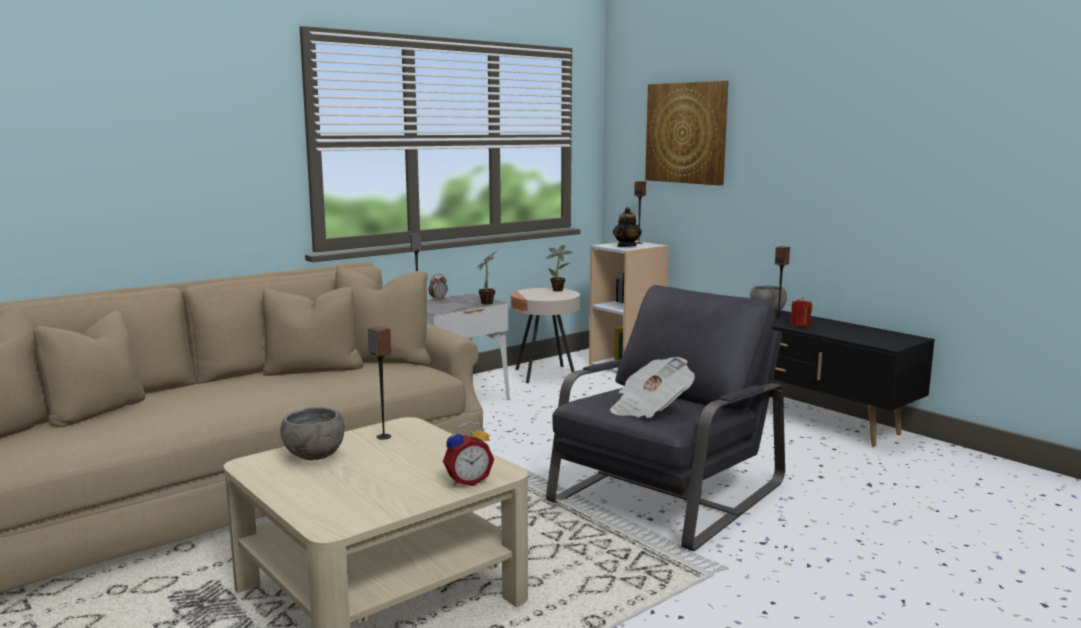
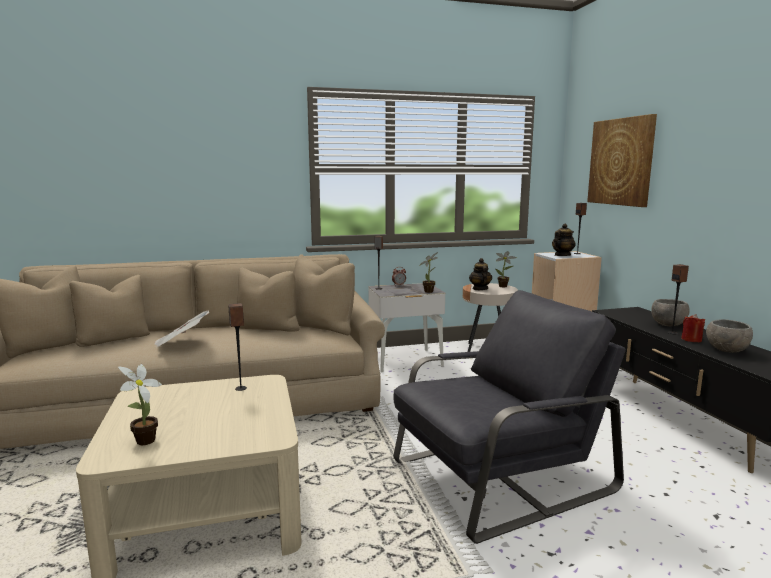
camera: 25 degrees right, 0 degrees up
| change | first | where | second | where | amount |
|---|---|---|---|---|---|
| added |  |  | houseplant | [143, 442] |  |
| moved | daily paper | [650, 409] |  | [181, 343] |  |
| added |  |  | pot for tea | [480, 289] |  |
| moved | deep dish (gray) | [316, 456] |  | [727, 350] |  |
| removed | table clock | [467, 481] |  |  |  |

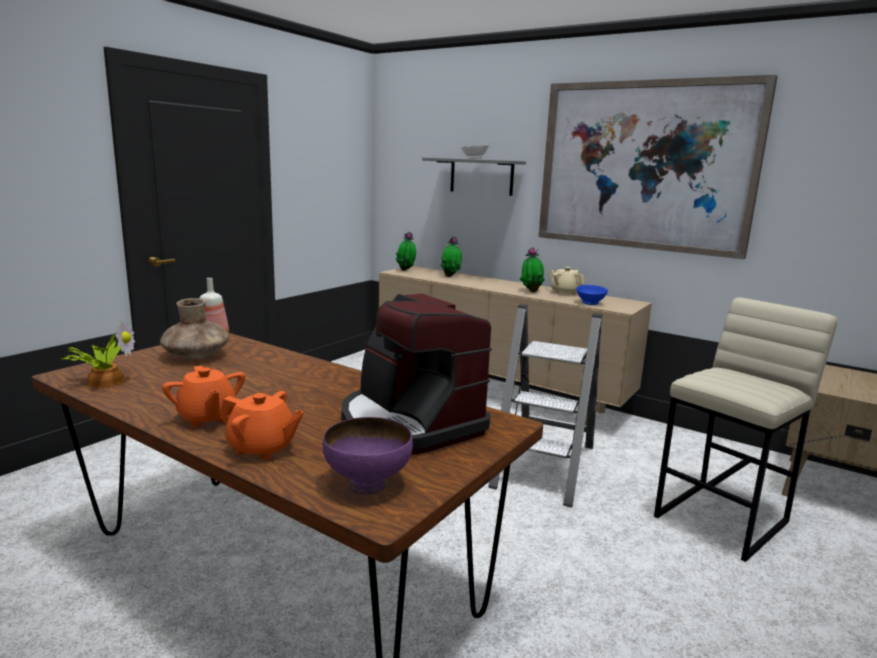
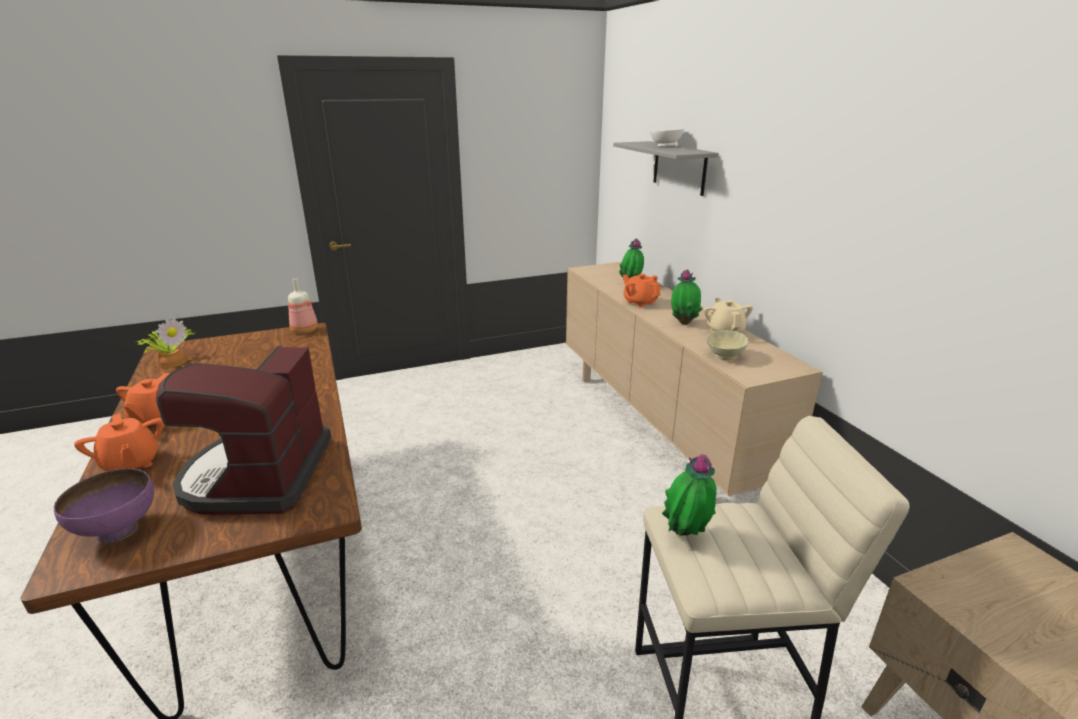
camera: 35 degrees right, 10 degrees up
| change | first | where | second | where | amount |
|---|---|---|---|---|---|
| added |  |  | pot for tea (orange-coloured) | [640, 302] |  |
| moved | houseplant | [406, 270] |  | [686, 536] |  |
| recoloured | deep dish (blue-coloured) | [589, 303] | deep dish (beige) | [724, 356] |  |
| removed | vase (brownish) | [196, 356] |  |  |  |
| removed | stepladder (gray) | [545, 465] |  |  |  |
| removed | picture | [645, 166] |  |  |  |

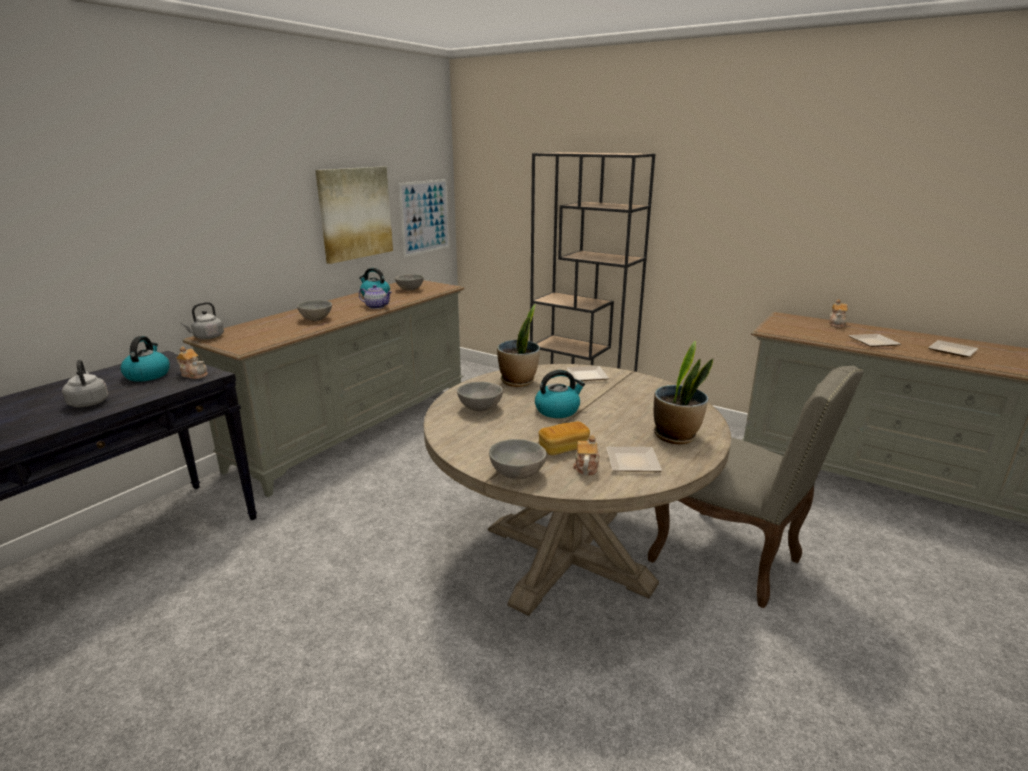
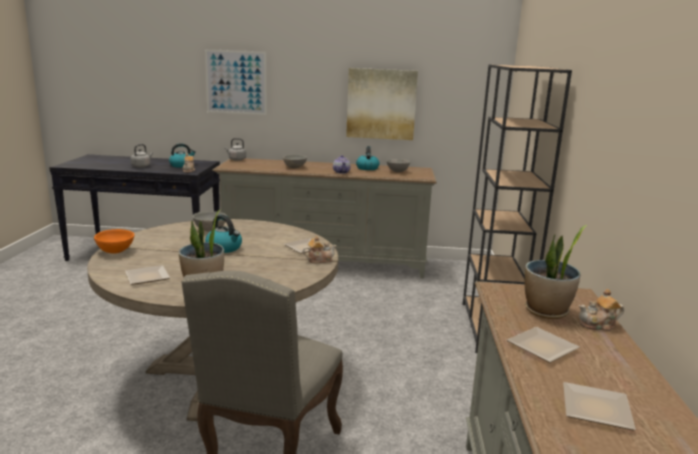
camera: 60 degrees right, 5 degrees down
| change | first | where | second | where | amount |
|---|---|---|---|---|---|
| recoloured | deep dish (gray) | [517, 473] | deep dish (orange-coloured) | [116, 251] |  |
| moved | picture | [425, 217] |  | [236, 82] |  |
| moved | pot for tea | [586, 467] |  | [319, 260] |  |
| moved | houseplant | [518, 381] |  | [546, 311] |  |
| removed | baked bread | [563, 448] |  |  |  |

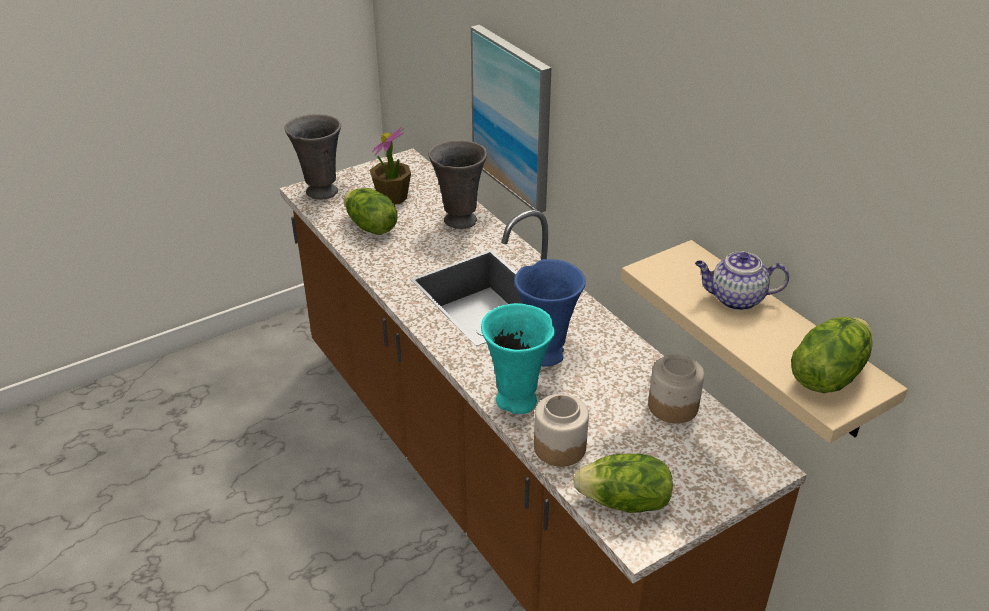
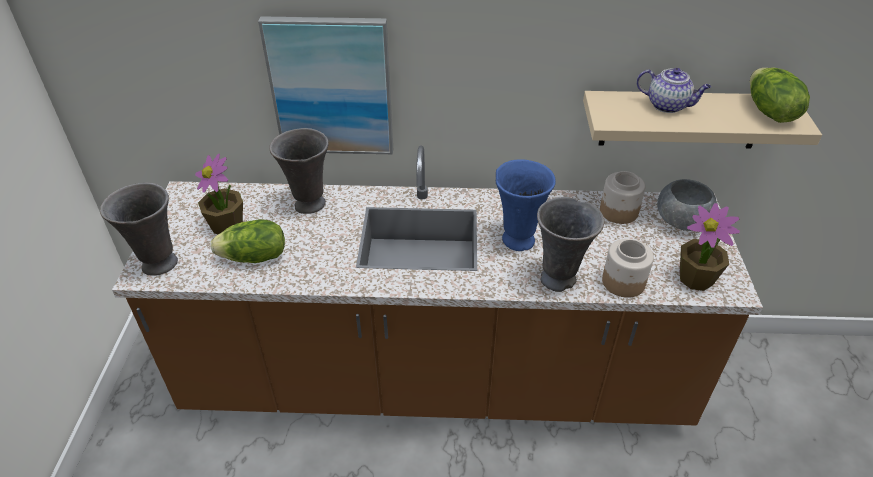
camera: 55 degrees left, 5 degrees up
| change | first | where | second | where | amount |
|---|---|---|---|---|---|
| recoloured | vase (turquoise) | [517, 402] | vase (gray) | [559, 280] |  |
| turned | pot for tea | [735, 299] |  | [668, 105] | 105 degrees counterclockwise |
| added |  |  | deep dish (gray) | [681, 221] |  |
| replaced | head of lettuce | [624, 502] | houseplant | [696, 278] |  |

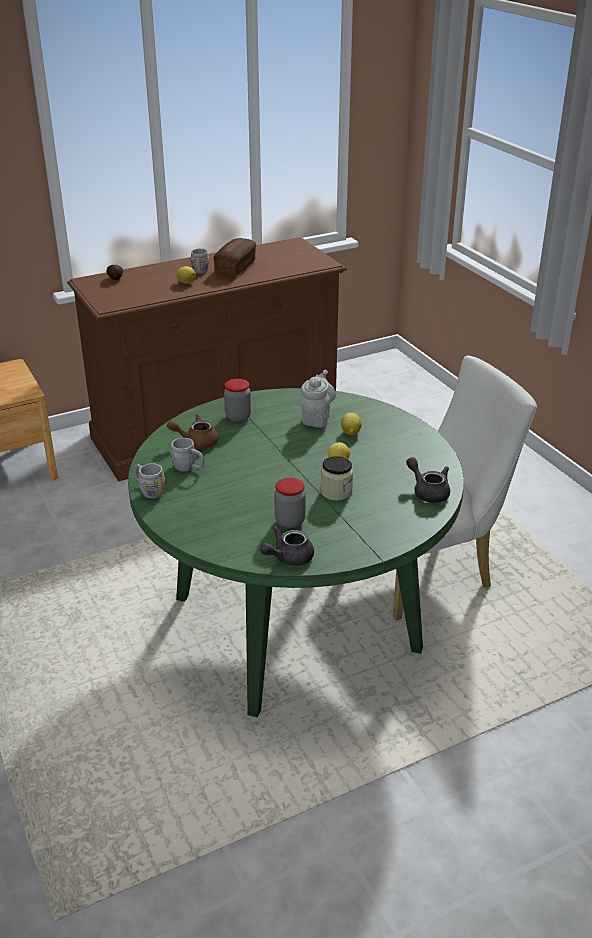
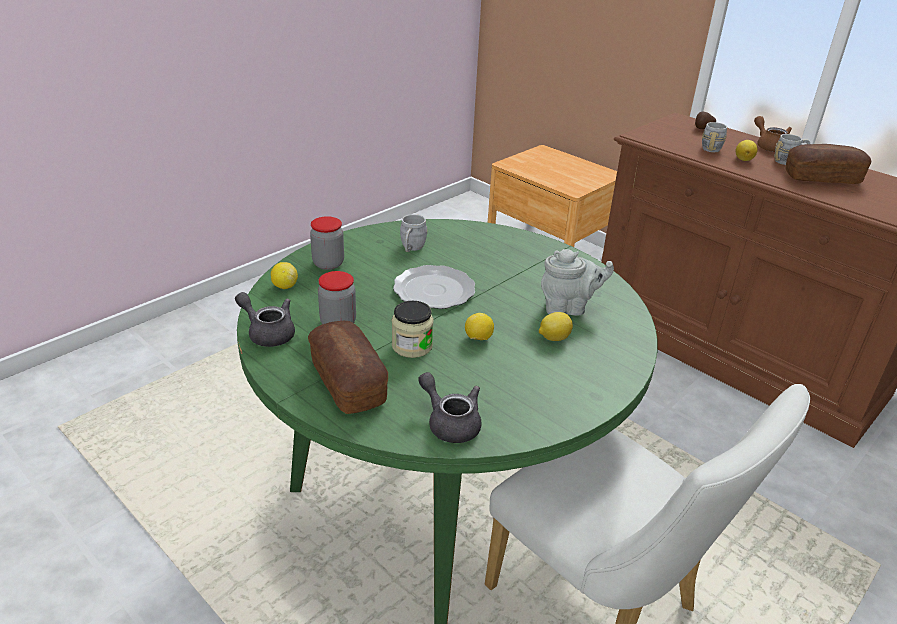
camera: 70 degrees right, 0 degrees up
| change | first | where | second | where | amount |
|---|---|---|---|---|---|
| added |  |  | lemon | [284, 286] |  |
| added |  |  | baked bread | [348, 382] |  |
| moved | preserve jar | [238, 416] |  | [328, 264] |  |
| added |  |  | dinner plate | [433, 291] |  |
| turned | pot for tea (gray) | [428, 491] |  | [450, 423] | 75 degrees counterclockwise |
| moved | mug (gray) | [149, 490] |  | [711, 147] |  |
| moved | pot for tea (brownish) | [196, 442] |  | [769, 146] |  |

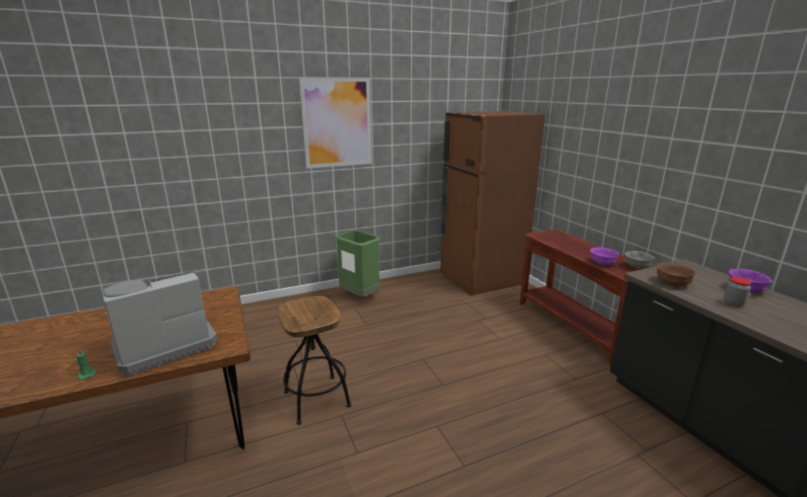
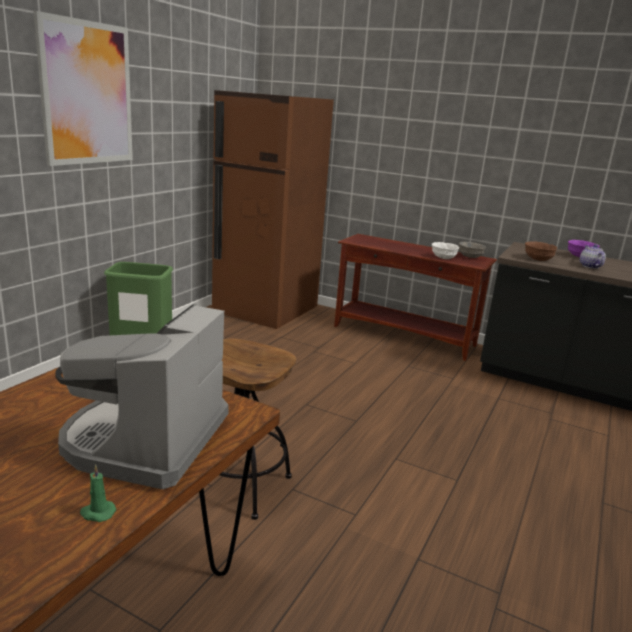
camera: 40 degrees left, 0 degrees up
| change | first | where | second | where | amount |
|---|---|---|---|---|---|
| recoloured | deep dish (purplish) | [602, 263] | deep dish (whitish) | [443, 257] |  |
| replaced | preserve jar | [733, 303] | pot for tea | [590, 266] |  |

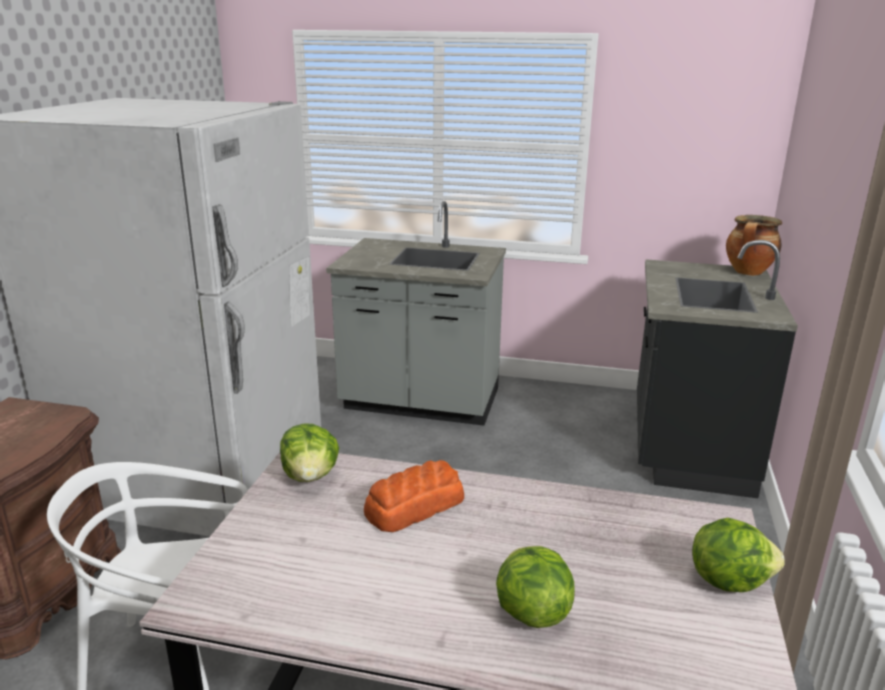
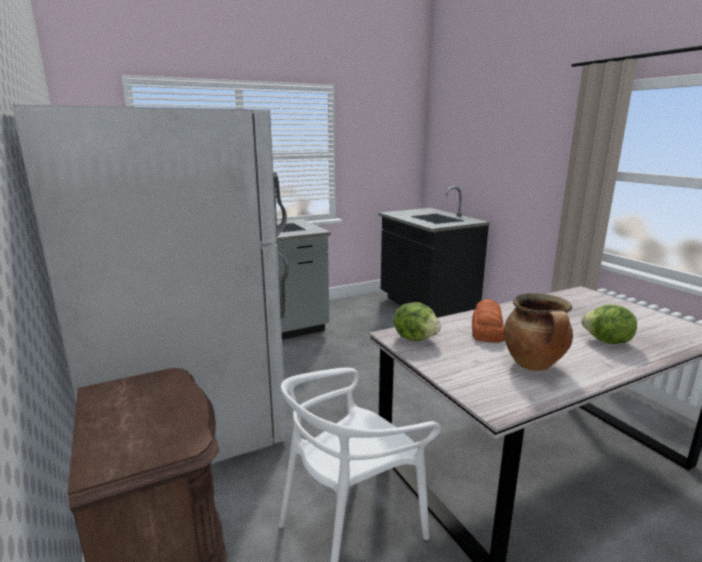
camera: 40 degrees left, 5 degrees down
| change | first | where | second | where | amount |
|---|---|---|---|---|---|
| moved | stockpot | [748, 272] |  | [534, 365] |  |
| removed | head of lettuce | [728, 580] |  |  |  |

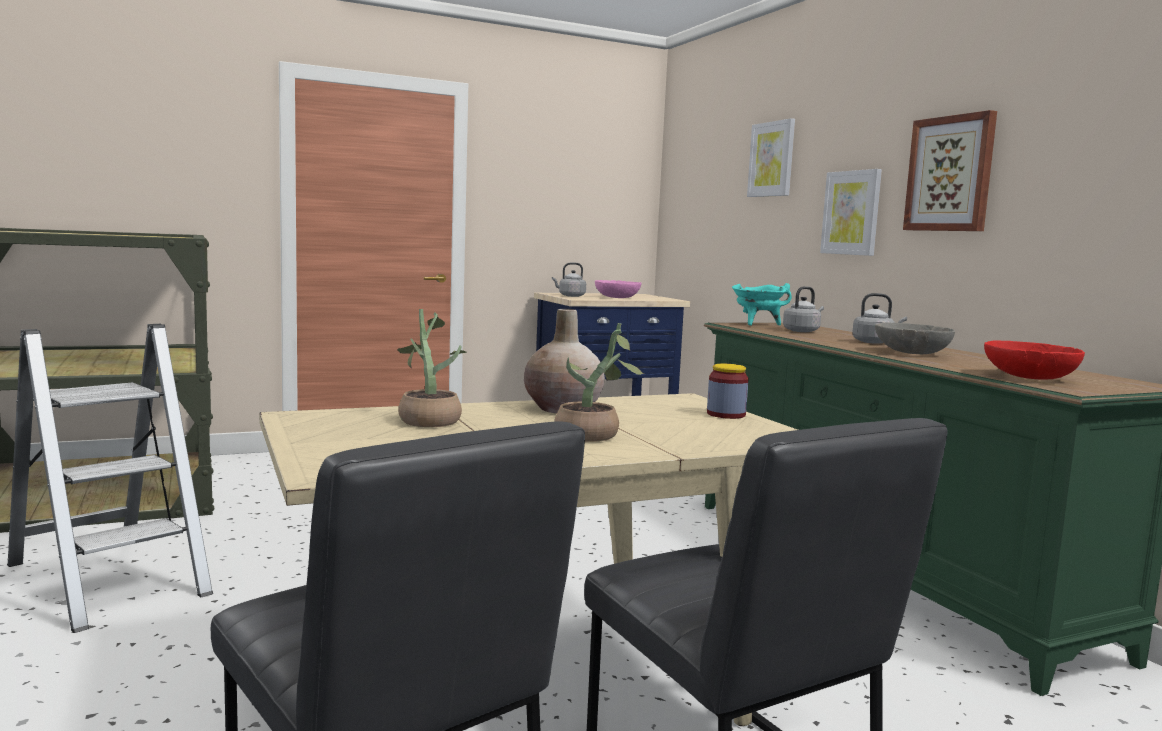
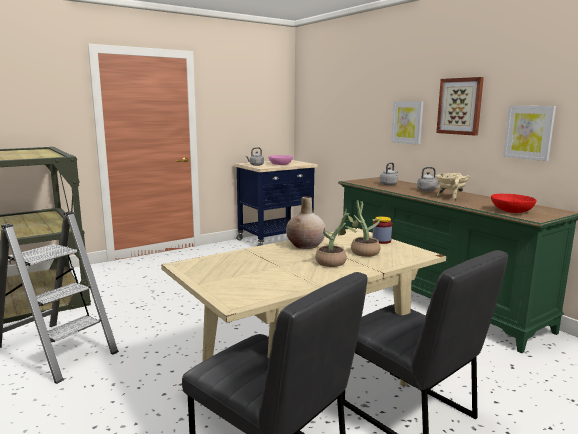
camera: 10 degrees left, 5 degrees up
| change | first | where | second | where | amount |
|---|---|---|---|---|---|
| moved | houseplant | [427, 419] |  | [362, 251] |  |
| replaced | deep dish (gray) | [912, 353] | stockpot (beige) | [450, 197] |  |
| moved | picture | [772, 159] |  | [529, 132] |  |
| removed | stockpot (turquoise) | [757, 324] |  |  |  |

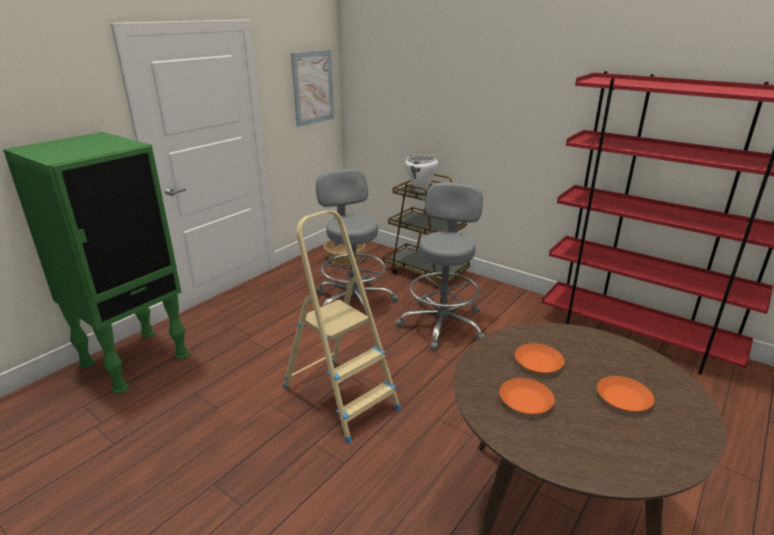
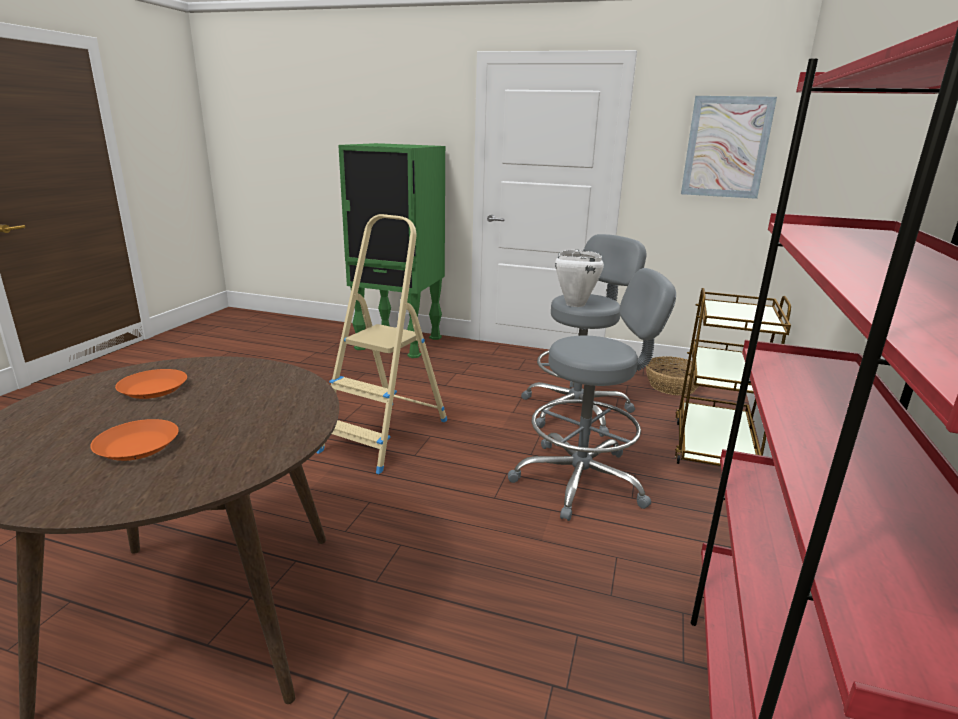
camera: 70 degrees right, 5 degrees down
| change | first | where | second | where | amount |
|---|---|---|---|---|---|
| moved | stockpot (whitish) | [421, 190] |  | [575, 304] |  |
| removed | dinner plate (orange-coloured) | [538, 363] |  |  |  |

